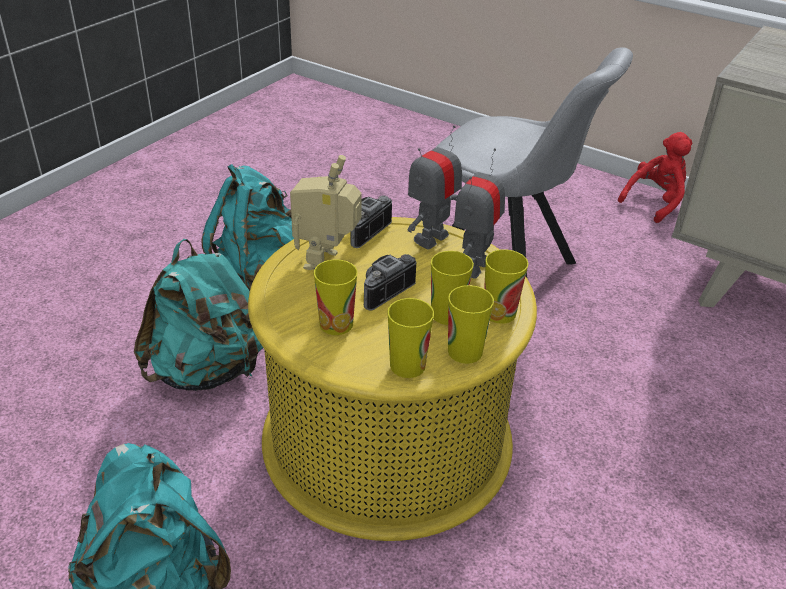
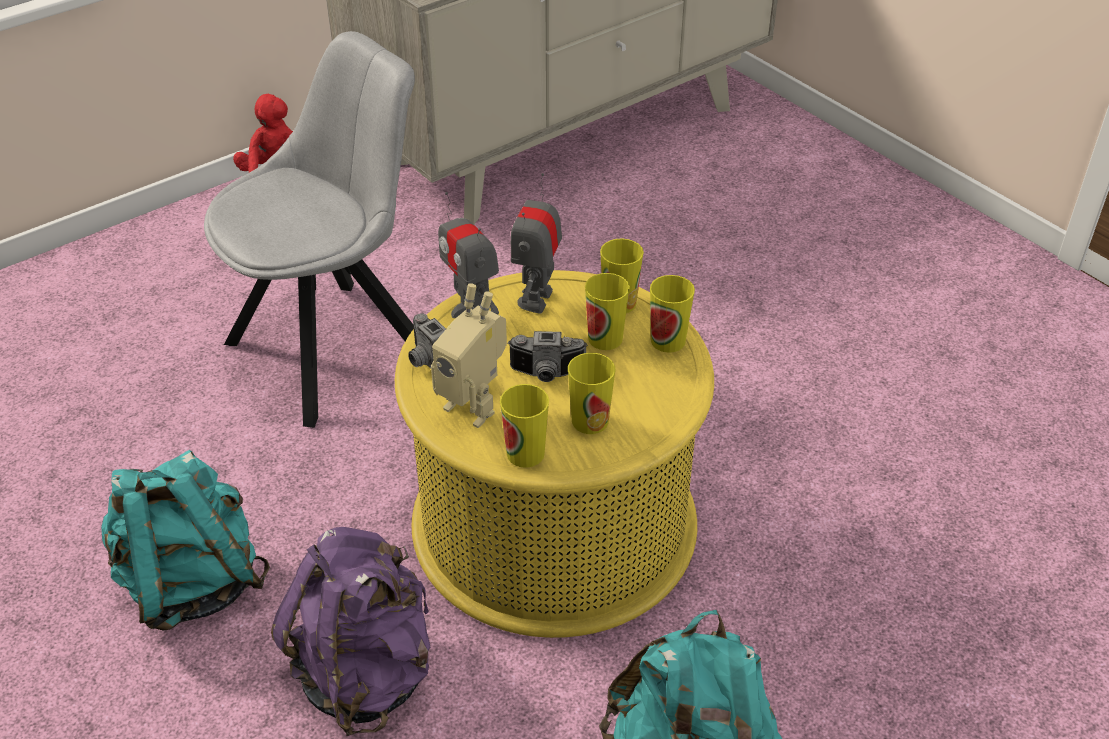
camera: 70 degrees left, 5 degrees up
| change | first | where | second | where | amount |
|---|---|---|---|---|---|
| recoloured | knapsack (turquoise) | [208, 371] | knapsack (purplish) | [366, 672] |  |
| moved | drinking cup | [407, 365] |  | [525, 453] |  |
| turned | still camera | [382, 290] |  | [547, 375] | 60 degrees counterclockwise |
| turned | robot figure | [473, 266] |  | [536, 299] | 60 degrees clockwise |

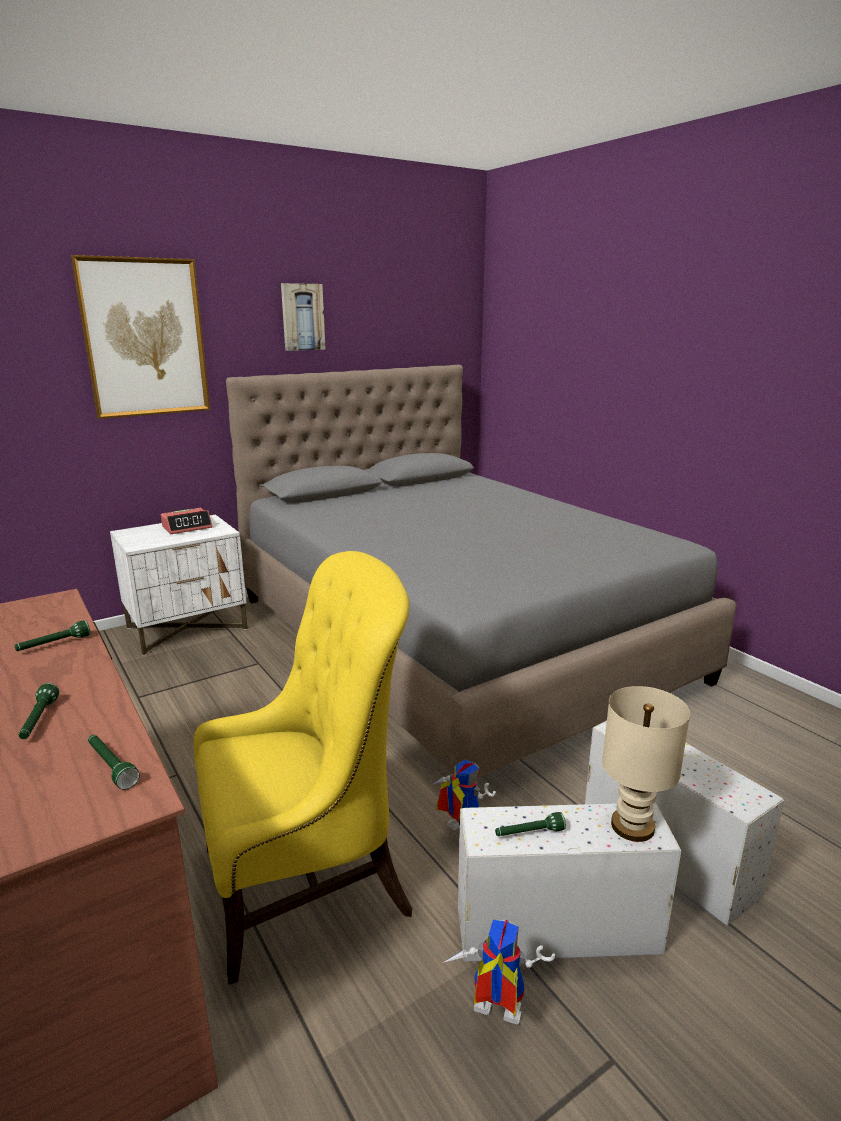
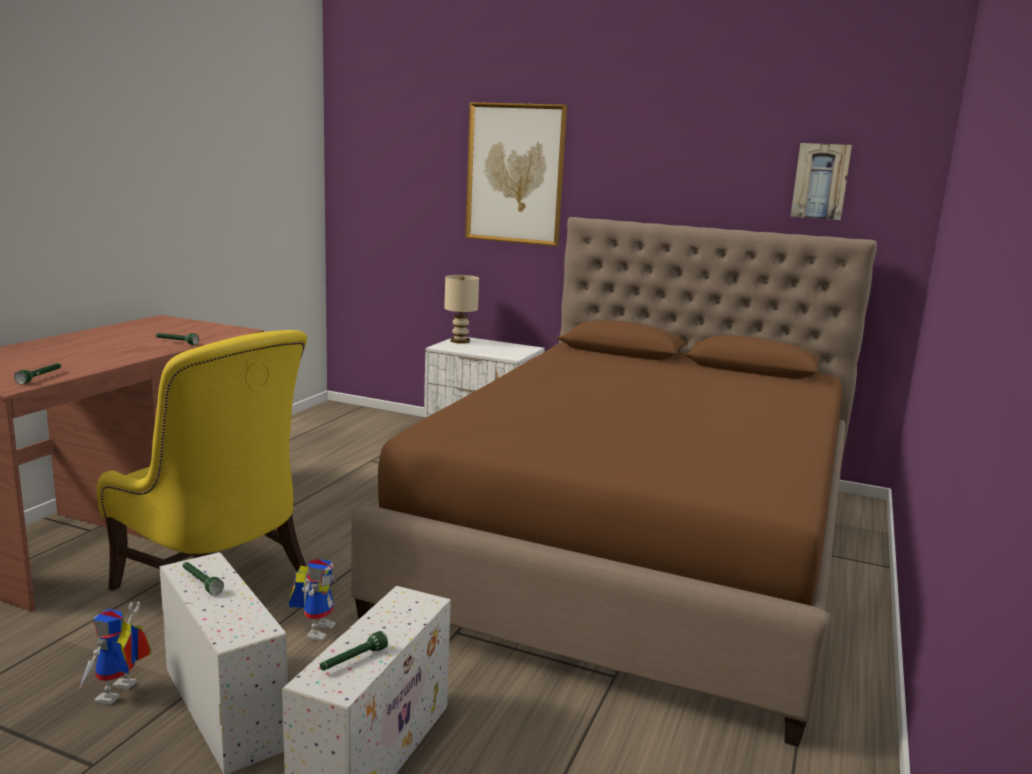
camera: 55 degrees right, 5 degrees down
| change | first | where | second | where | amount |
|---|---|---|---|---|---|
| turned | robot figure | [492, 1014] |  | [119, 695] | 150 degrees counterclockwise |
| moved | flashlight (green-coloured) | [38, 721] |  | [353, 660] |  |
| recoloured | bedroom bed (gray) | [454, 636] | bedroom bed (brownish) | [640, 544] |  |
| moved | lamp for a table (beige) | [633, 827] |  | [460, 341] |  |
| moved | picture | [302, 317] |  | [820, 181] |  |
| removed | table clock | [187, 527] |  |  |  |

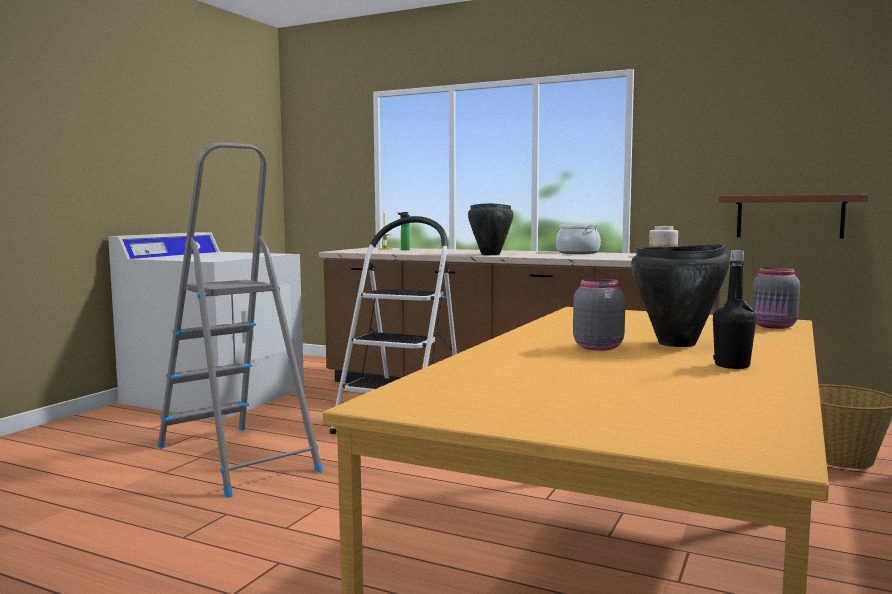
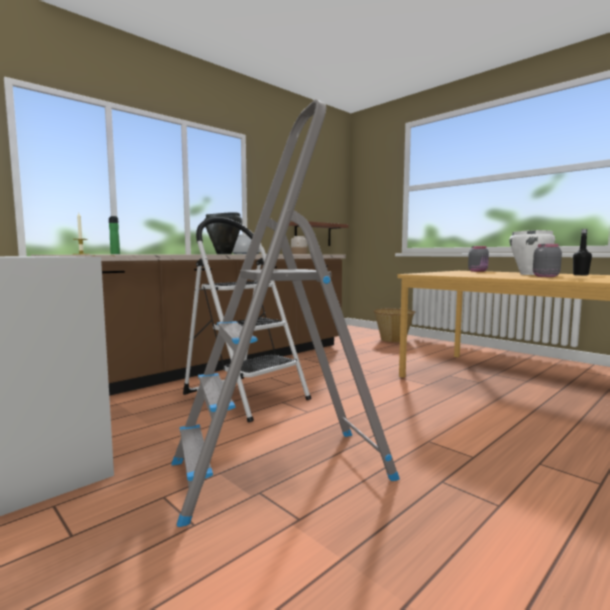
camera: 70 degrees left, 0 degrees up
| change | first | where | second | where | amount |
|---|---|---|---|---|---|
| recoloured | stockpot (black-coloured) | [677, 343] | stockpot (whitish) | [529, 274] |  |

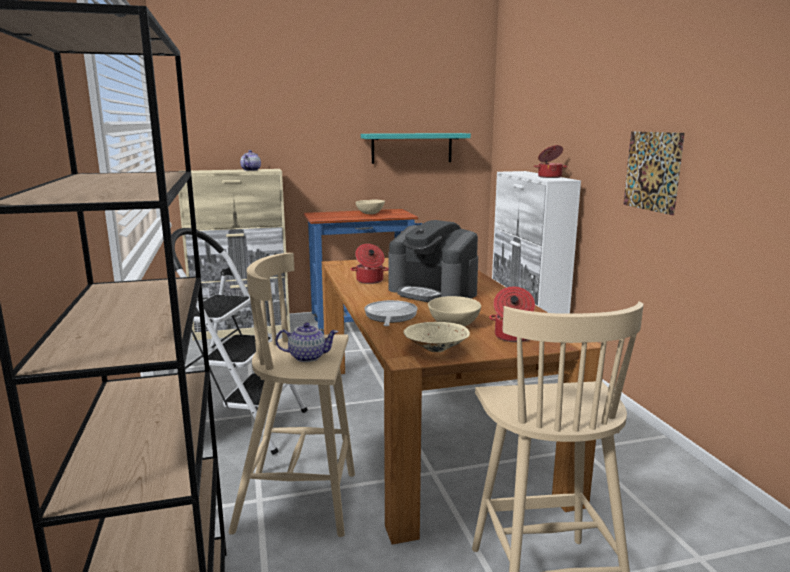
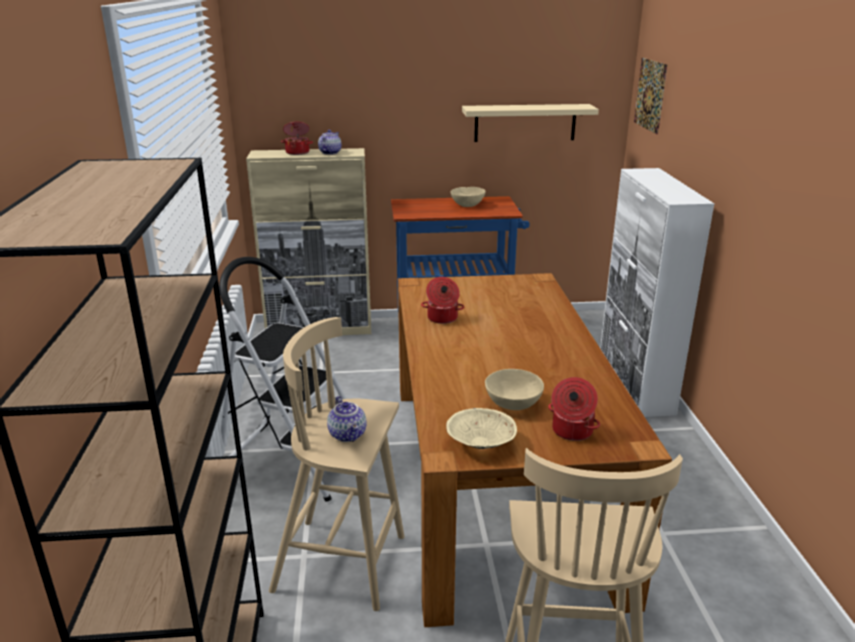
camera: 10 degrees right, 10 degrees up
| change | first | where | second | where | amount |
|---|---|---|---|---|---|
| moved | stockpot | [549, 177] |  | [298, 152] |  |
| turned | pot for tea | [308, 357] |  | [348, 435] | 60 degrees clockwise |
| recoloured | wall shelf (turquoise) | [412, 148] | wall shelf (beige) | [525, 123] |  |
| moved | picture | [652, 171] |  | [650, 95] |  |
| removed | frying pan | [390, 316] |  |  |  |
| removed | coffee brewer | [433, 291] |  |  |  |

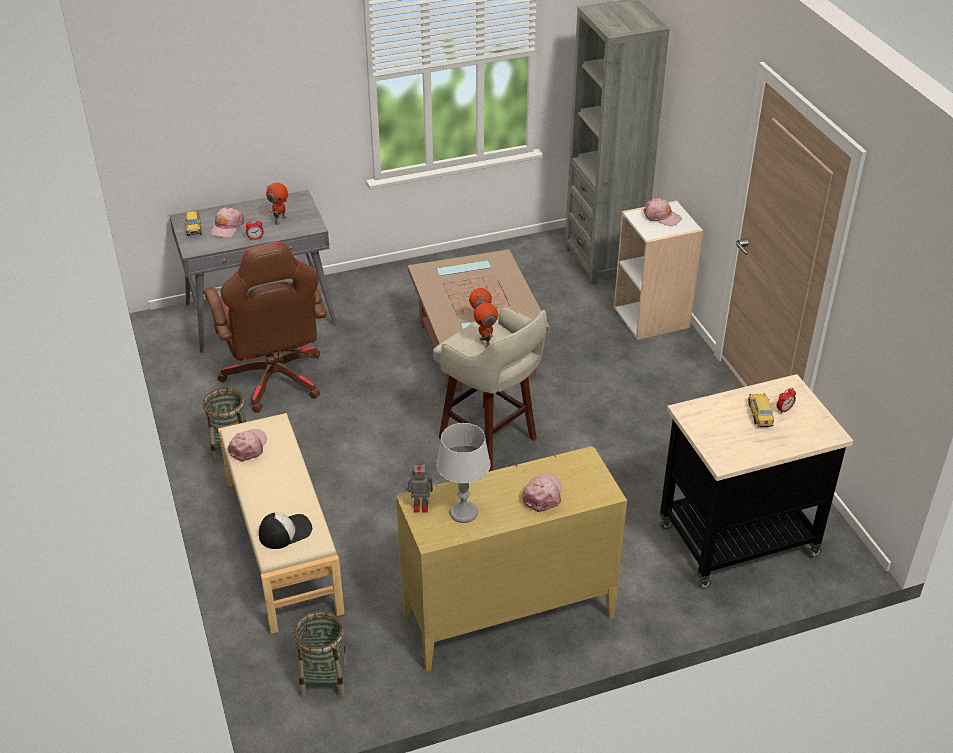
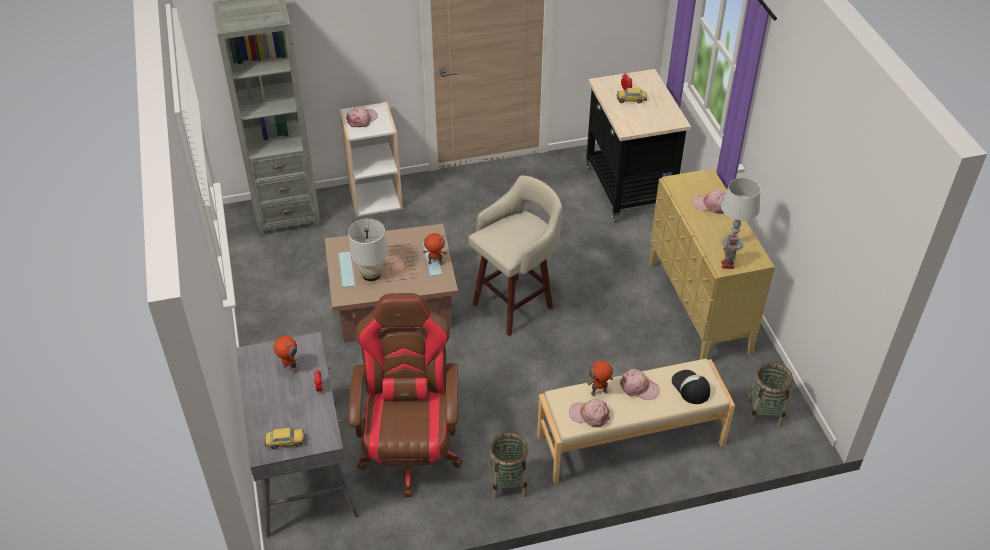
camera: 85 degrees left, 5 degrees up
| change | first | where | second | where | amount |
|---|---|---|---|---|---|
| added |  |  | lamp for a table (whitish) | [371, 274] |  |
| turned | office chair (brownish) | [274, 378] |  | [410, 452] | 75 degrees counterclockwise |
| moved | robot figure | [486, 343] |  | [599, 391] |  |
| moved | peaked cap (pinkish) | [227, 227] |  | [639, 387] |  |

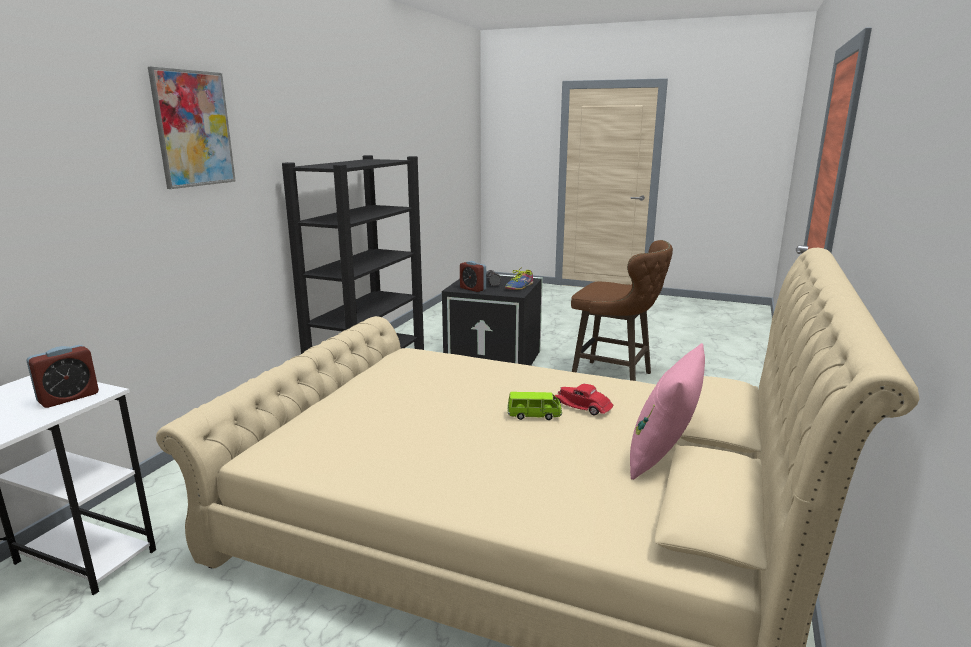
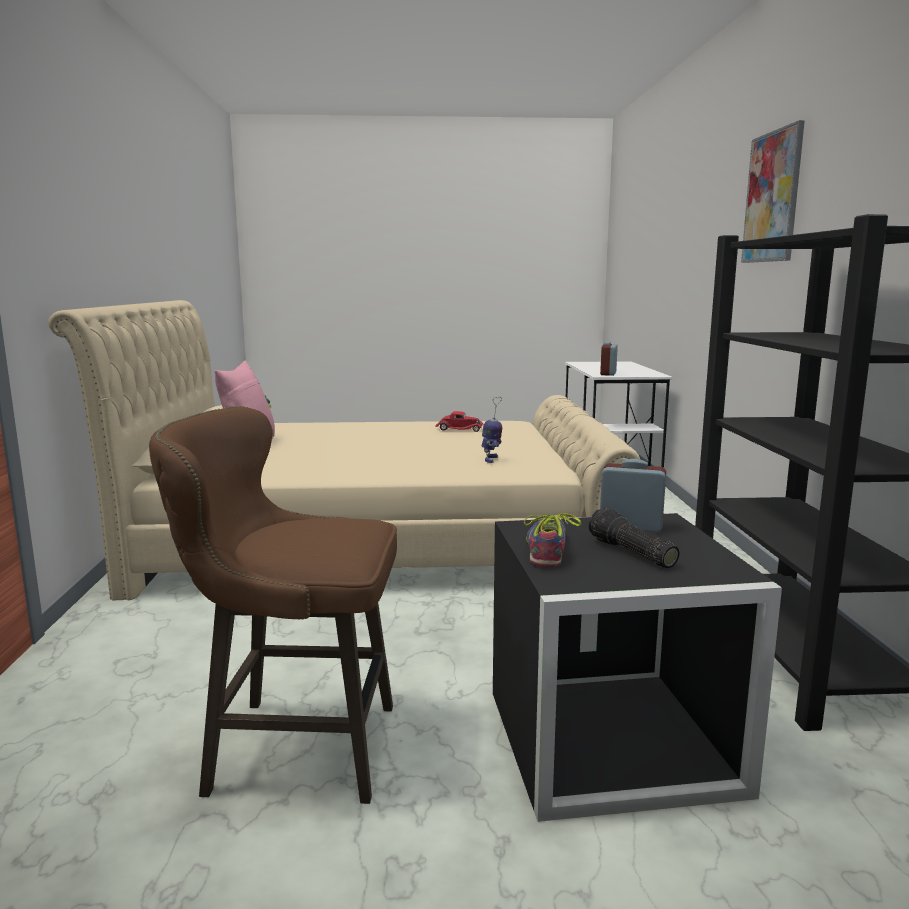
camera: 155 degrees right, 5 degrees down
| change | first | where | second | where | amount |
|---|---|---|---|---|---|
| moved | miniature car (reddish) | [582, 406] |  | [459, 429] |  |
| added |  |  | robot figure | [491, 459] |  |
| removed | miniature car (green-coloured) | [534, 415] |  |  |  |

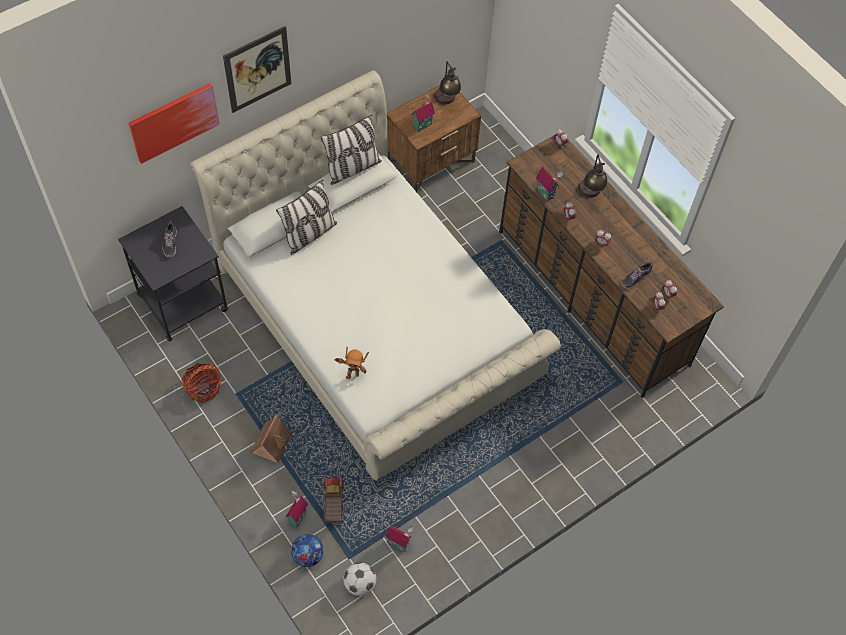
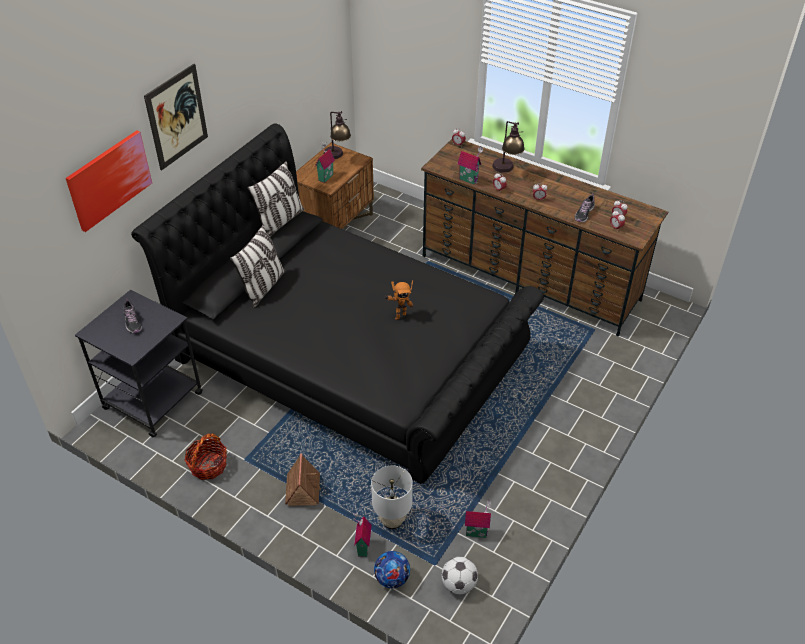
camera: 20 degrees left, 15 degrees down
| change | first | where | second | where | amount |
|---|---|---|---|---|---|
| recoloured | bedroom bed (beige) | [376, 318] | bedroom bed (black-coloured) | [349, 352] |  |
| replaced | toy lorry | [333, 503] | lamp for a table (whitish) | [392, 521] |  |
| moved | robot figure | [351, 374] |  | [399, 315] |  |

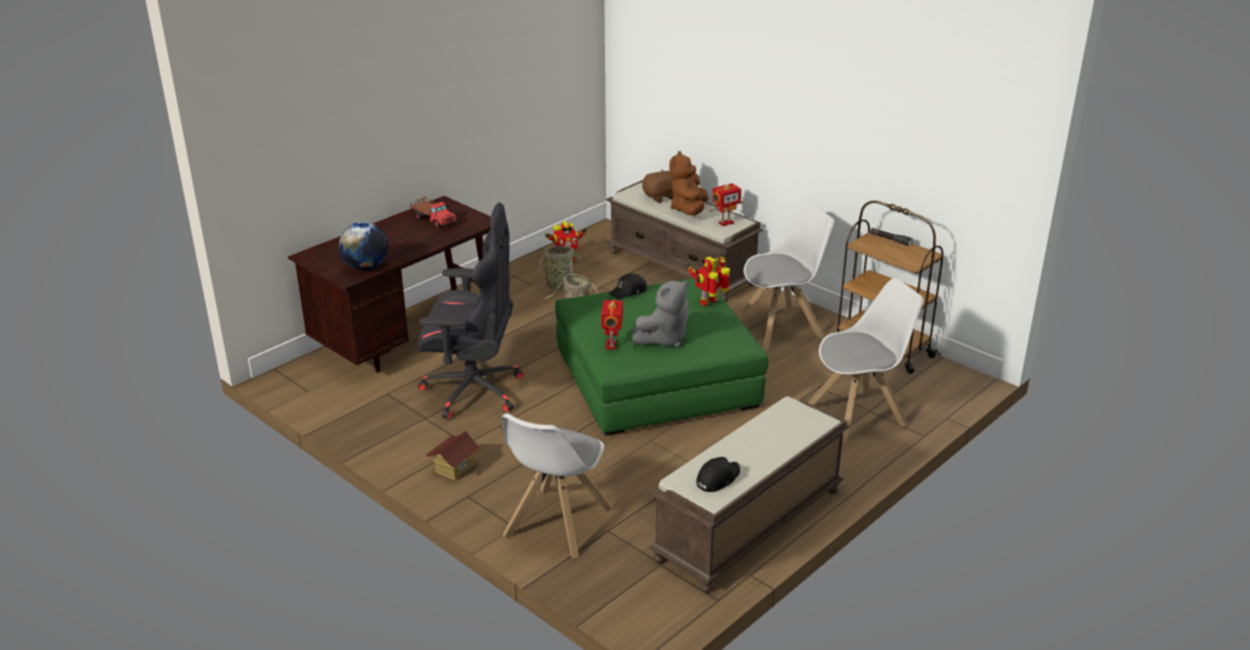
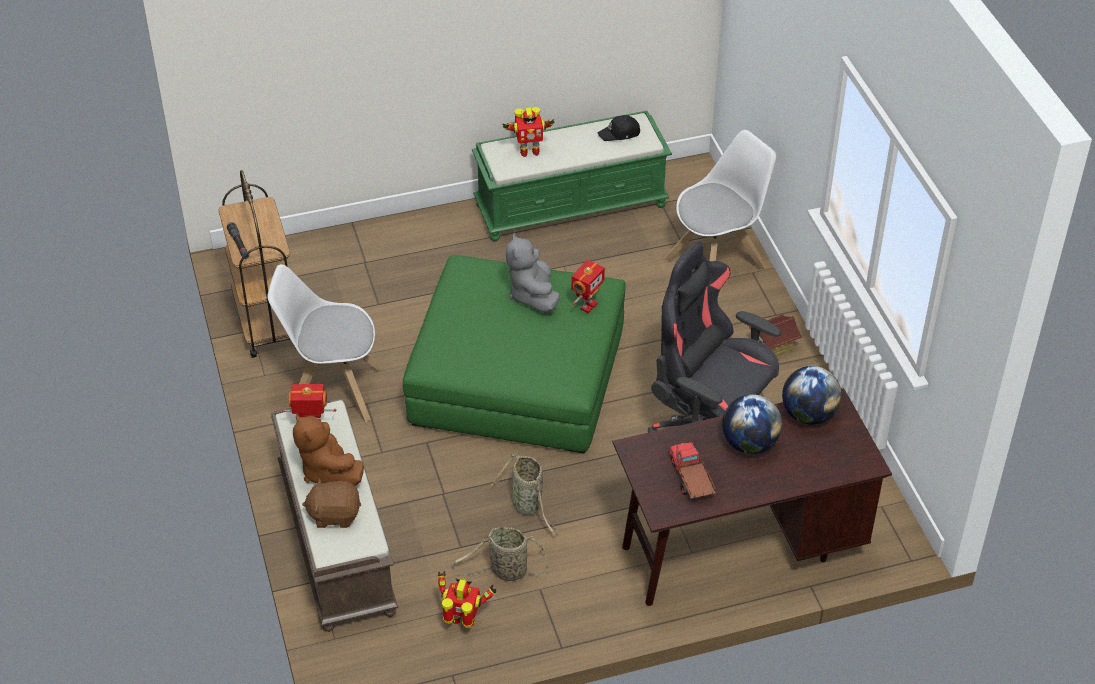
camera: 150 degrees left, 15 degrees up
| change | first | where | second | where | amount |
|---|---|---|---|---|---|
| turned | cuddly toy (brownish) | [689, 210] |  | [327, 470] | 105 degrees clockwise |
| recoloured | indoor bench (brownish) | [749, 526] | indoor bench (green-coloured) | [571, 205] |  |
| moved | robot figure | [709, 302] |  | [529, 151] |  |
| turned | cuddly toy (gray) | [663, 339] |  | [533, 295] | 90 degrees counterclockwise |
| added |  |  | globe | [749, 443] |  |
| removed | peaked cap (black-coloured) | [628, 292] |  |  |  |
| removed | plain chair | [858, 415] |  |  |  |

